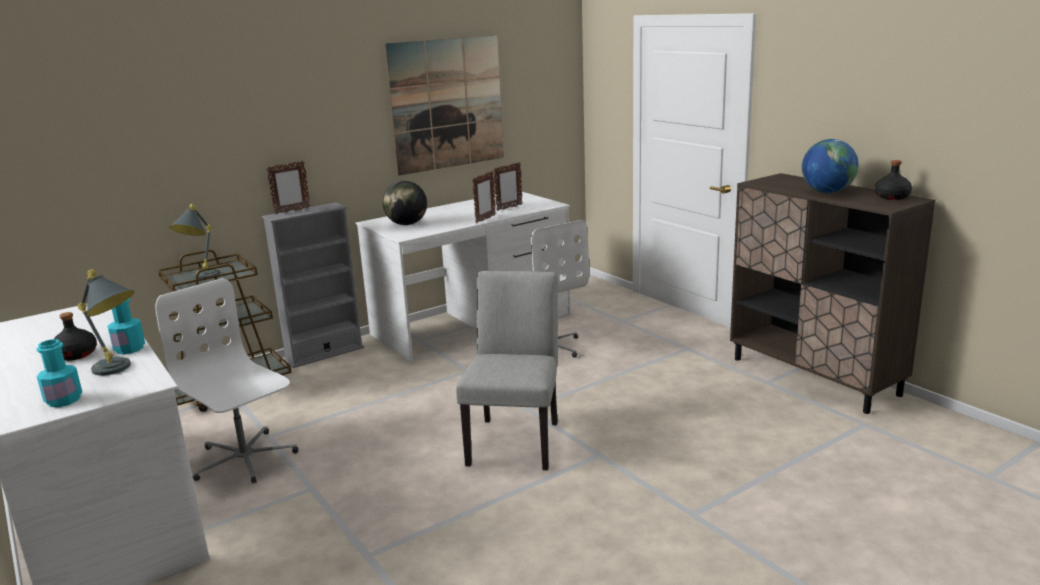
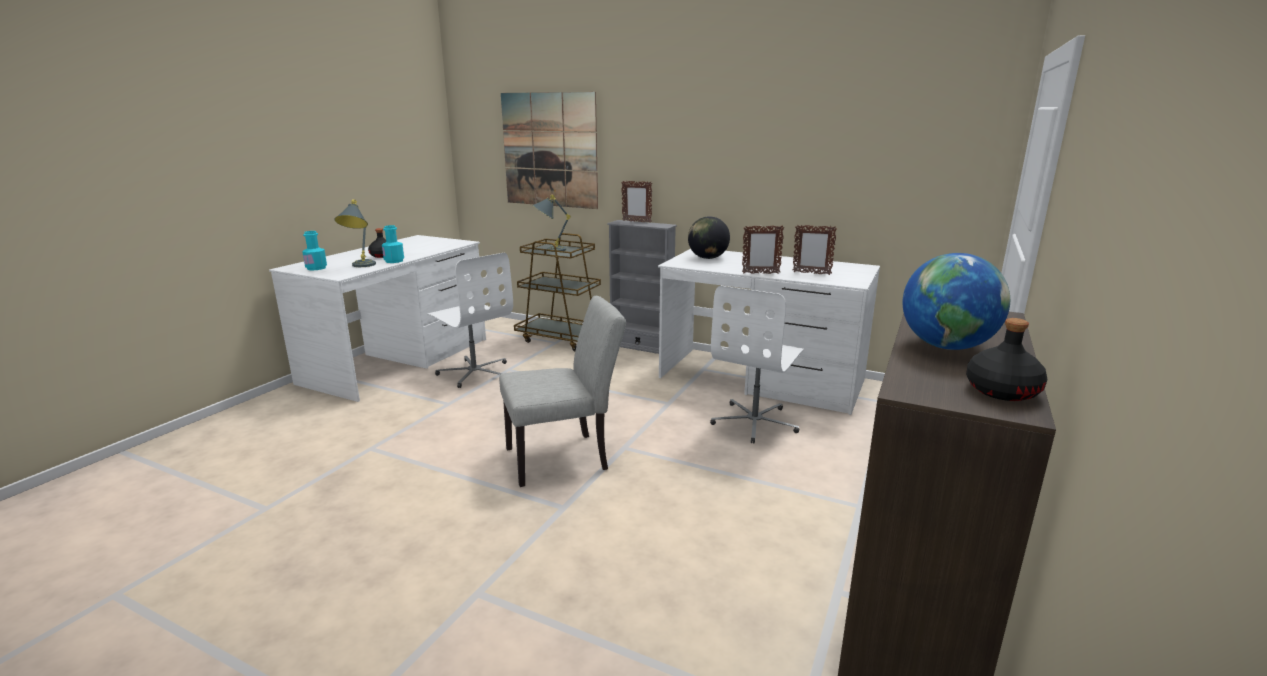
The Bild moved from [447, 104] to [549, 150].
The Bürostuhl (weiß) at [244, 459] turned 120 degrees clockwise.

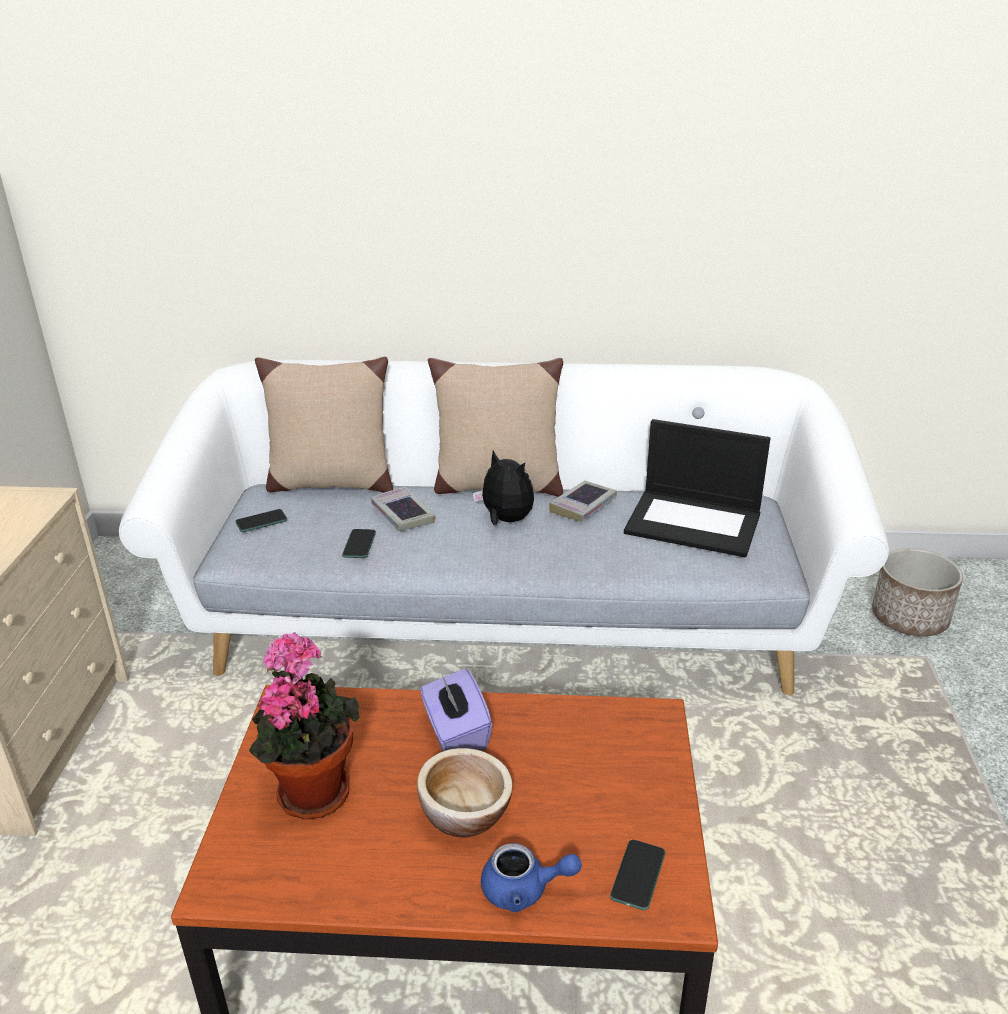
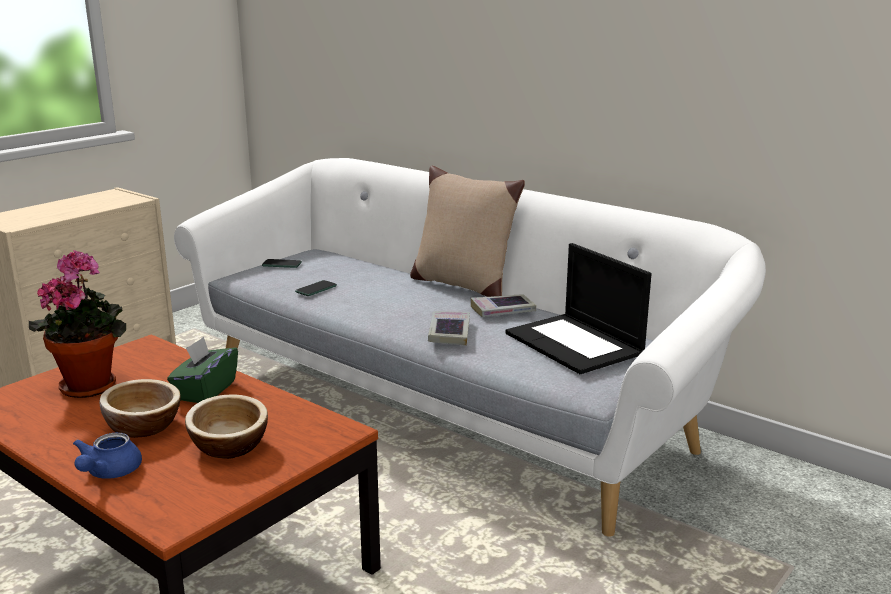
The Kissen (beige) at [330, 483] disappeared.
The Plüschtier at [505, 520] disappeared.
The Buch moved from [402, 514] to [449, 333].
The Pflanzkübel at [909, 618] disappeared.
The Taschentuchbox (lila) at [456, 733] became the Taschentuchbox (grün) at [205, 391].
The Handy at [638, 875] disappeared.
The Teekanne (blau) at [524, 890] turned 60 degrees clockwise.
The Schüssel at [229, 446] appeared.

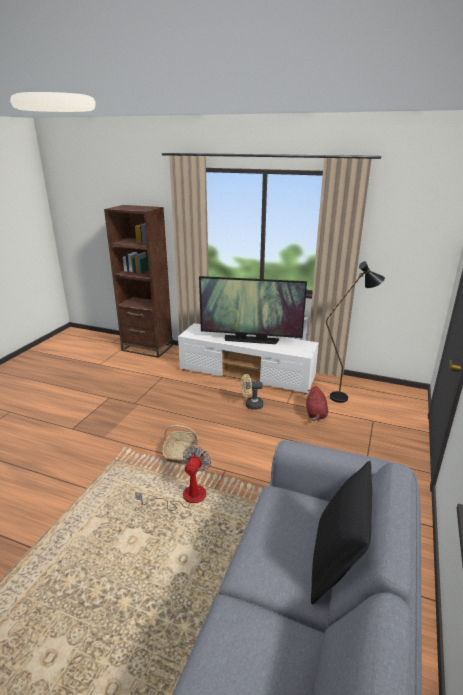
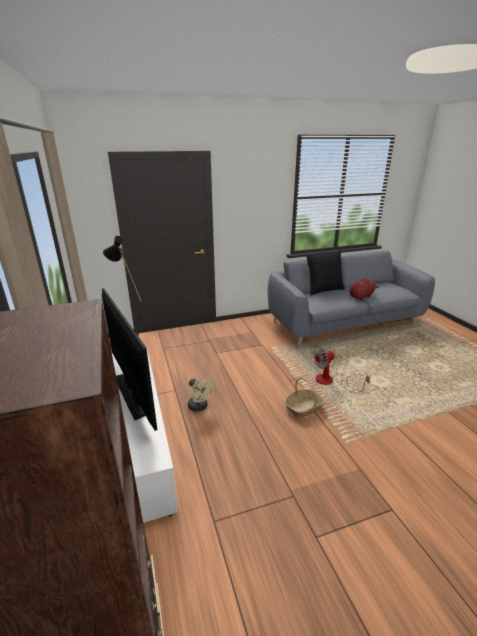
The Plüschtier (rot) moved from [316, 414] to [361, 296].

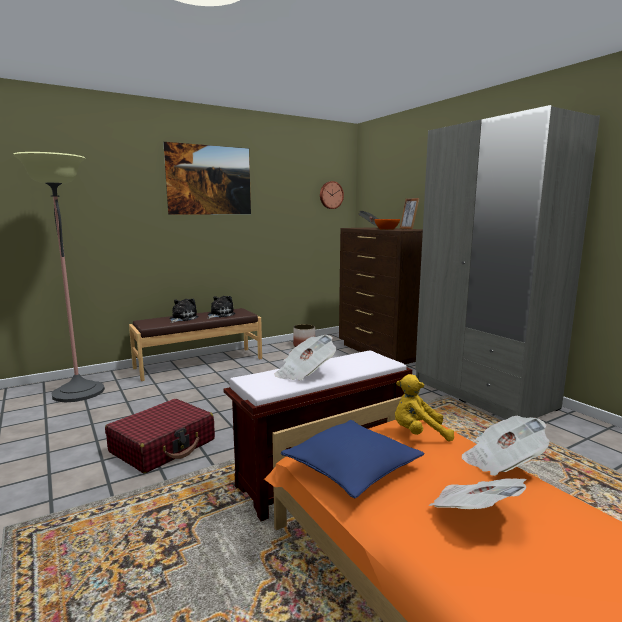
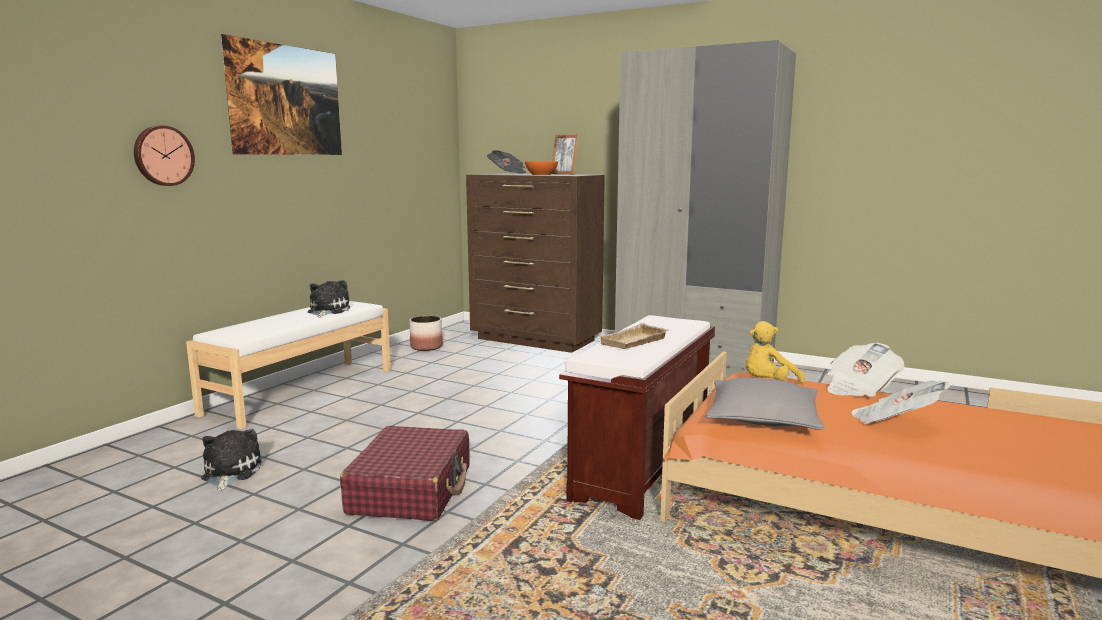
The Stehlampe at [78, 392] disappeared.
The Wanduhr moved from [331, 195] to [163, 156].
The Plüschtier moved from [182, 318] to [230, 473].
The Bank (braun) at [199, 363] became the Bank (weiß) at [301, 391].
The Zeitung at [304, 373] was replaced by the Tablett (beige) at [635, 342].
The Kissen (blau) at [352, 468] became the Kissen (grau) at [763, 418].

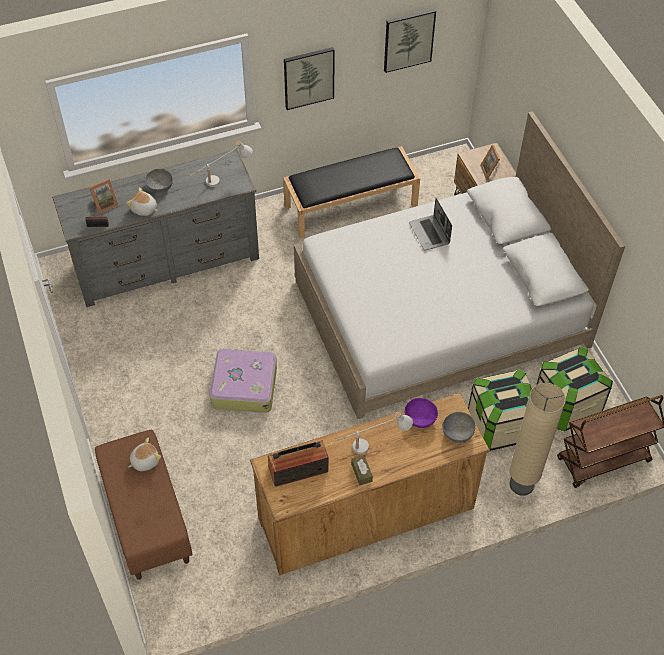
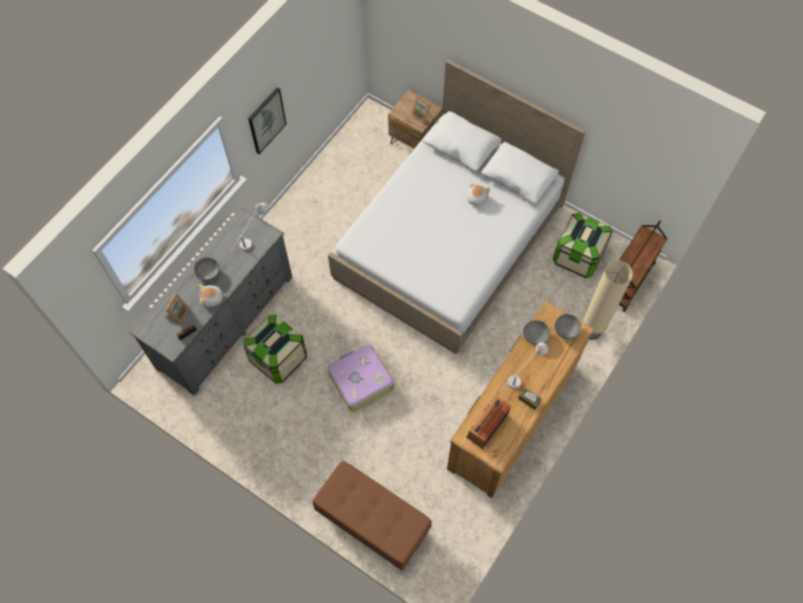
The Bild at [408, 40] disappeared.
The Bank (schwarz) at [351, 205] disappeared.
The Laptop at [430, 234] disappeared.
The Aufbewahrungsbox moved from [500, 425] to [278, 358].
The Schüssel (lila) at [420, 418] became the Schüssel (grau) at [535, 336].
The Plüschtier moved from [144, 461] to [476, 199].

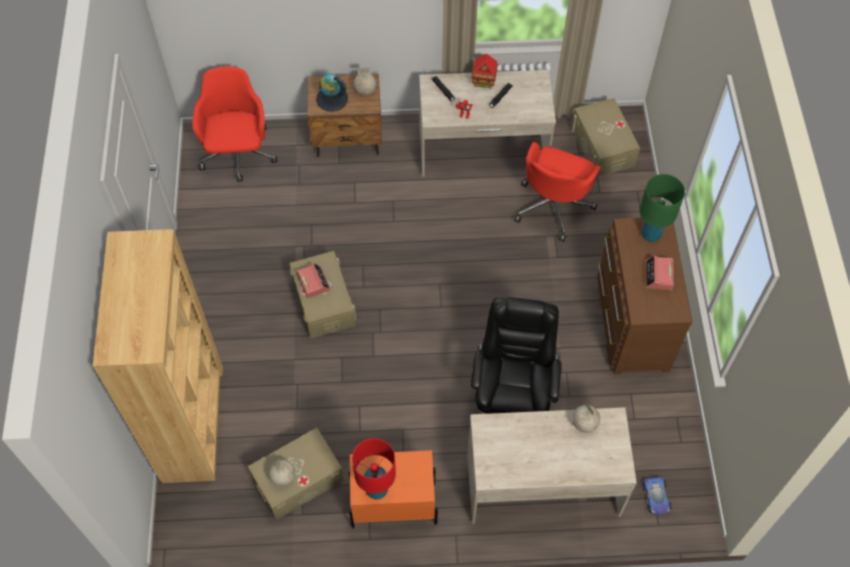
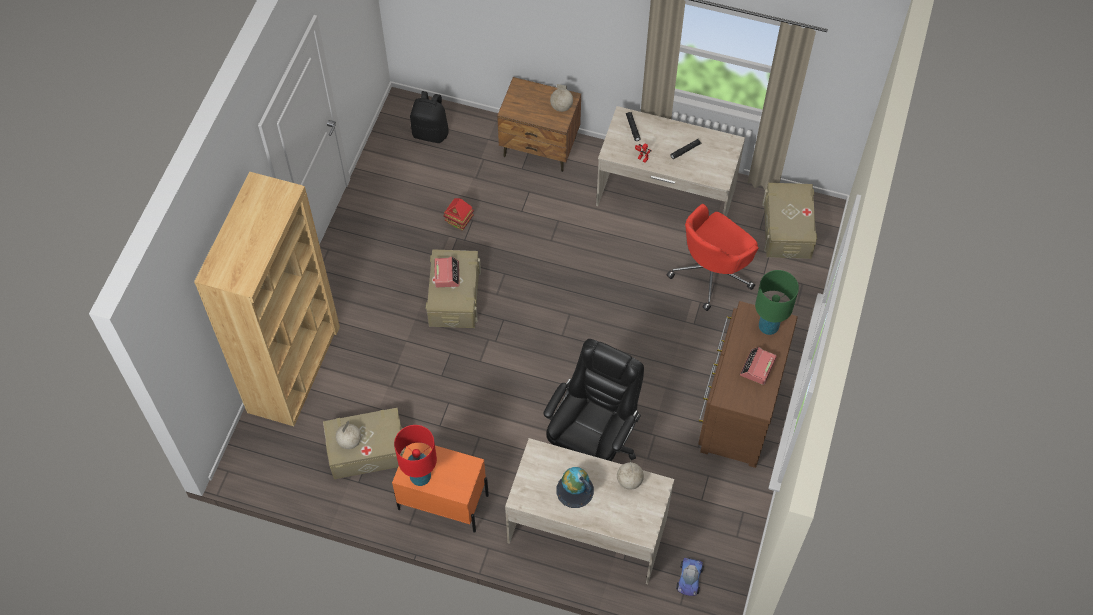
The Spielzeughaus moved from [484, 81] to [459, 221].
The Bürostuhl (rot) at [238, 155] was replaced by the Rucksack (schwarz) at [431, 132].
The Globus moved from [332, 99] to [574, 490].

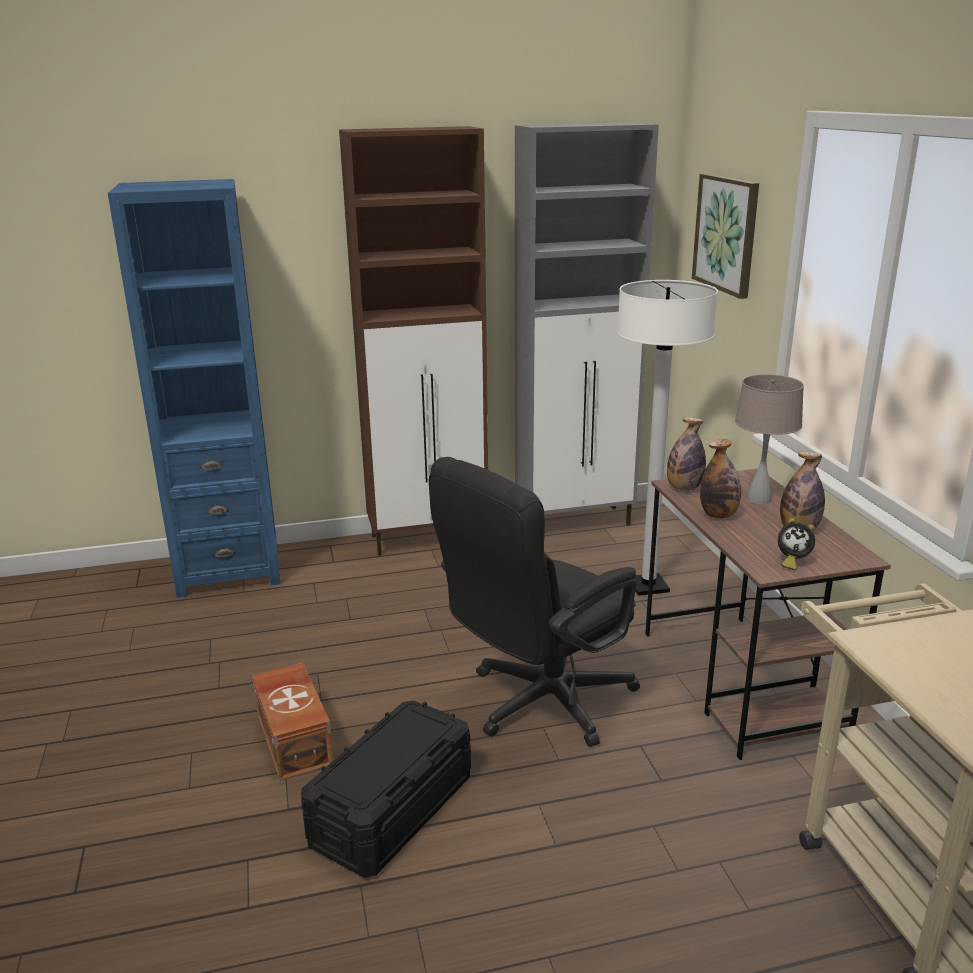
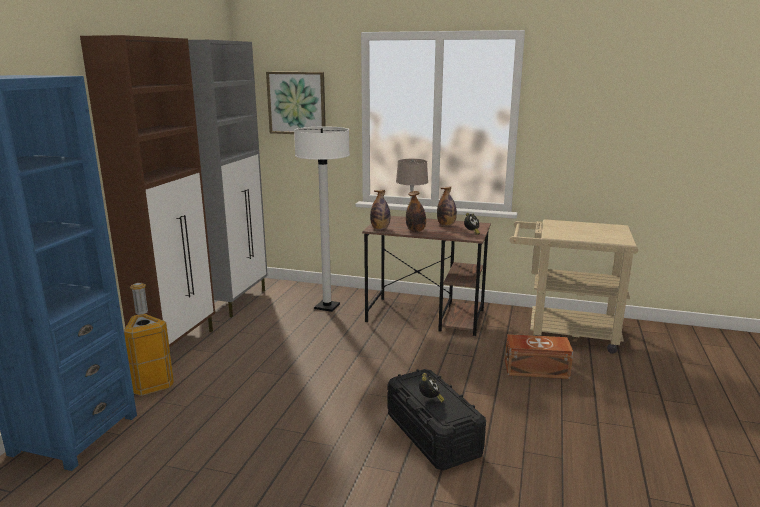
The Bürostuhl (schwarz) at [538, 704] disappeared.
The Aufbewahrungsbox (braun) moved from [295, 739] to [535, 368].
The Mülleimer at [152, 385] appeared.
The Wecker at [430, 400] appeared.

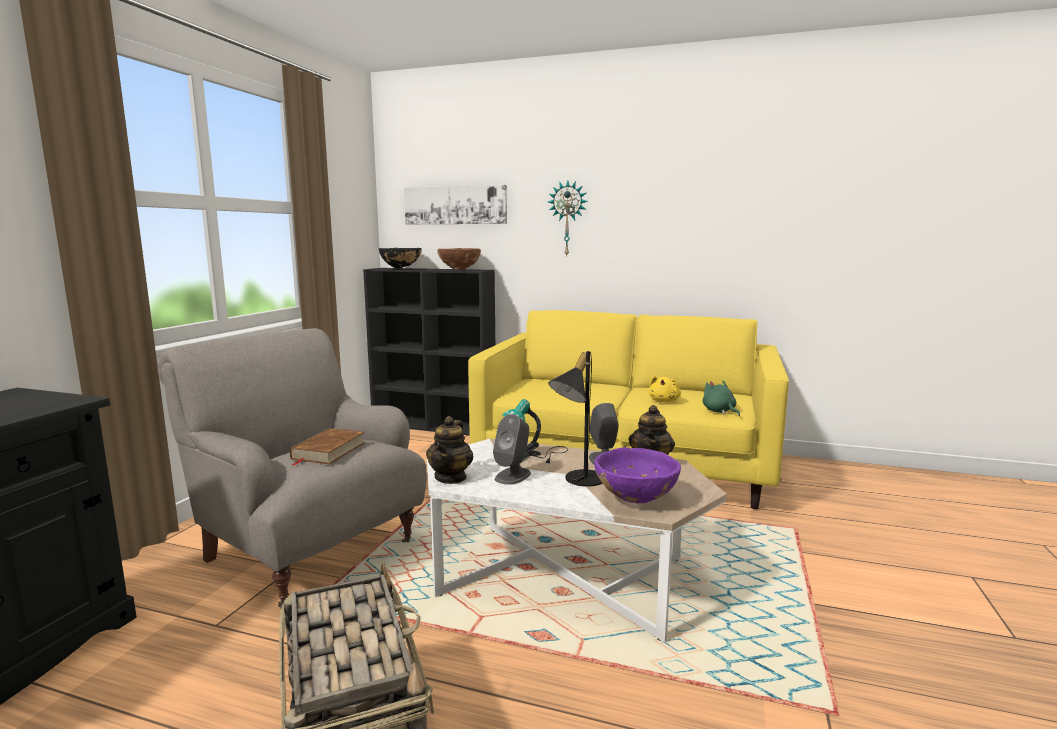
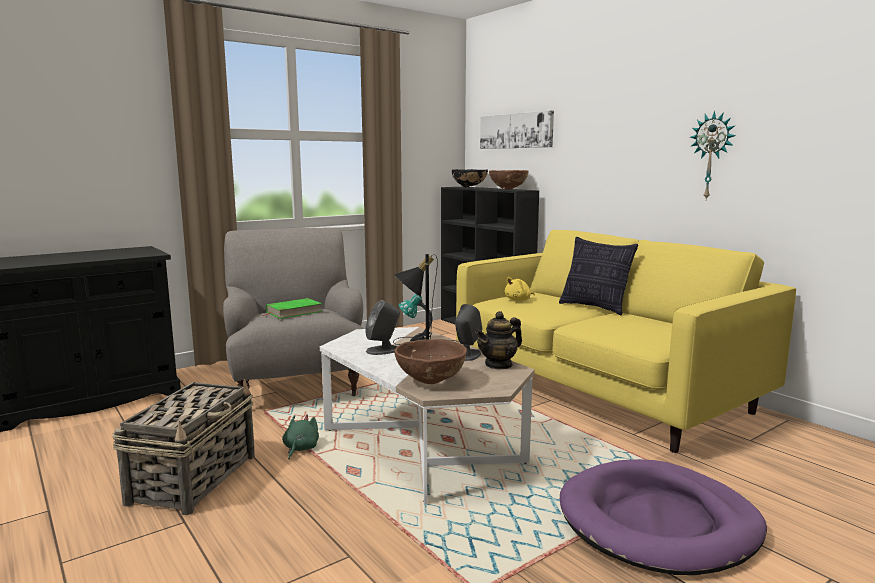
The Wanduhr moved from [568, 218] to [712, 156].
The Plüschtier (gelb) moved from [664, 401] to [519, 300].
The Plüschtier (grün) moved from [719, 411] to [300, 449].
The Teekanne at [451, 477] disappeared.
The Buch (braun) at [328, 451] became the Buch (grün) at [294, 312].
The Schüssel (lila) at [635, 500] became the Schüssel (braun) at [431, 382].
The Kissen at [595, 308] appeared.
The Hundebett (lila) at [658, 522] appeared.

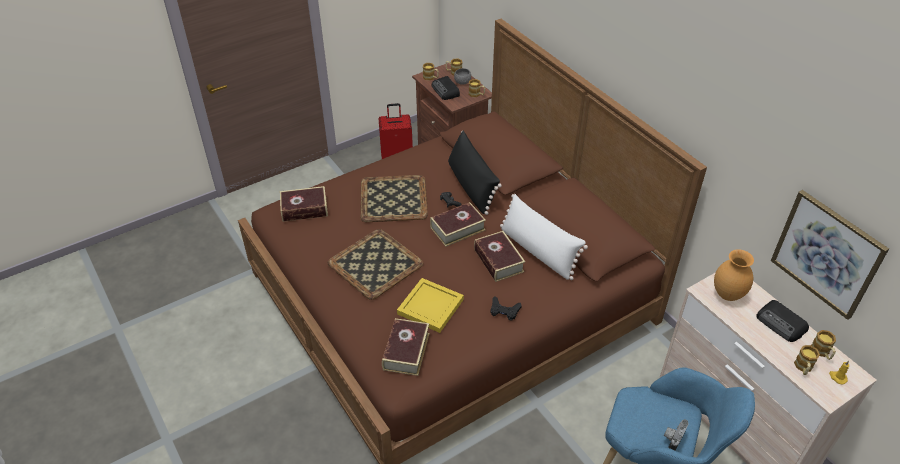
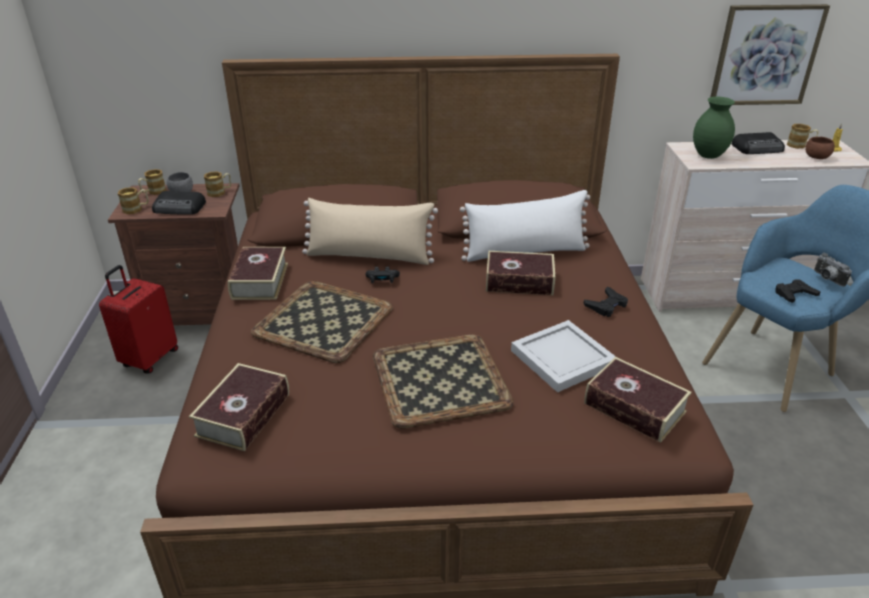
The Kissen (schwarz) at [471, 186] became the Kissen (beige) at [369, 256].
The Buch moved from [457, 229] to [260, 281].
The Vase (braun) at [727, 295] became the Vase (grün) at [708, 156].
The Tablett (gelb) at [431, 306] became the Tablett (weiß) at [562, 357].
The Henkelbecher at [803, 368] was replaced by the Schüssel (braun) at [816, 157].
The Gamepad (schwarz) at [794, 294] appeared.

